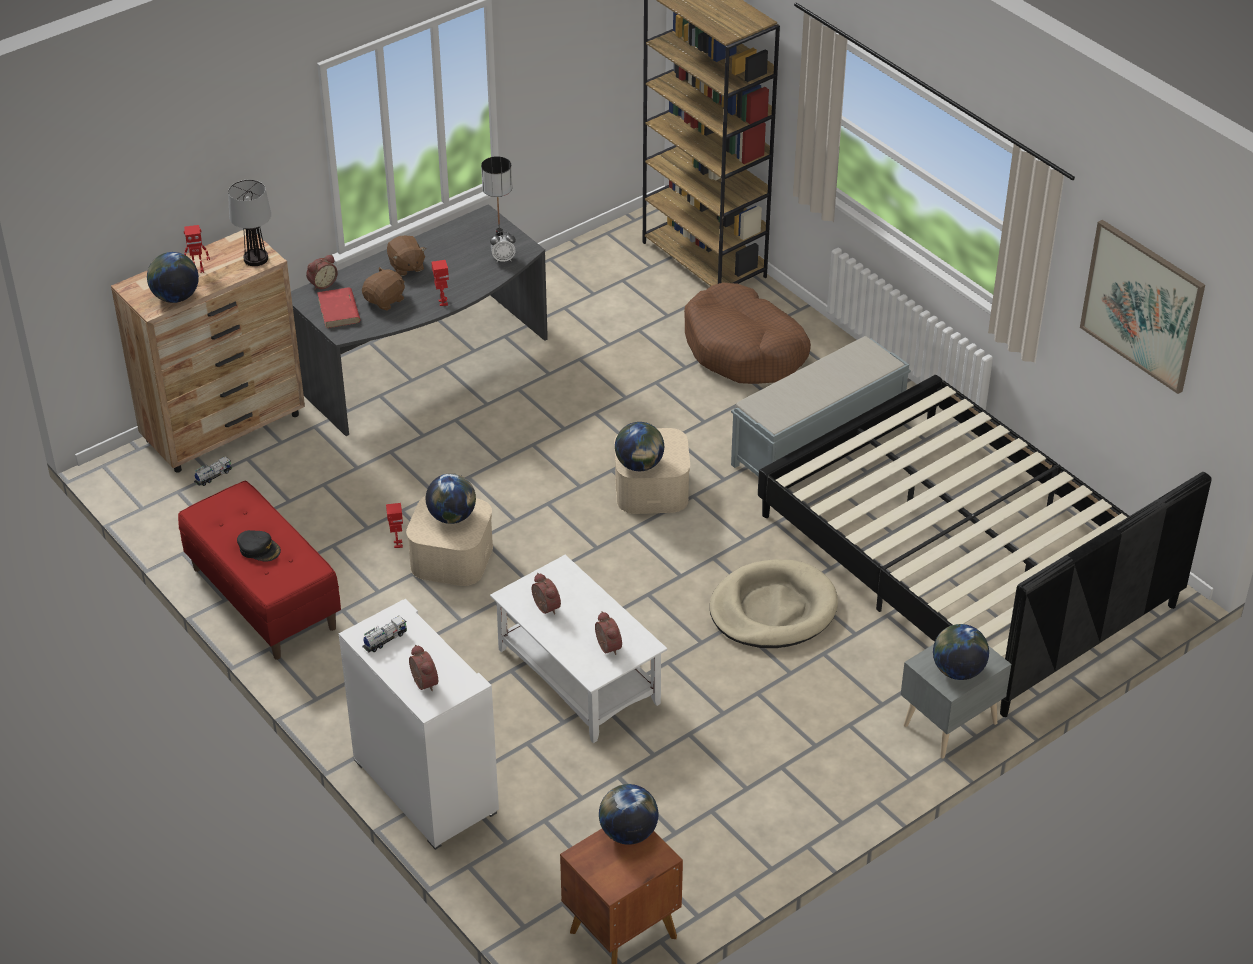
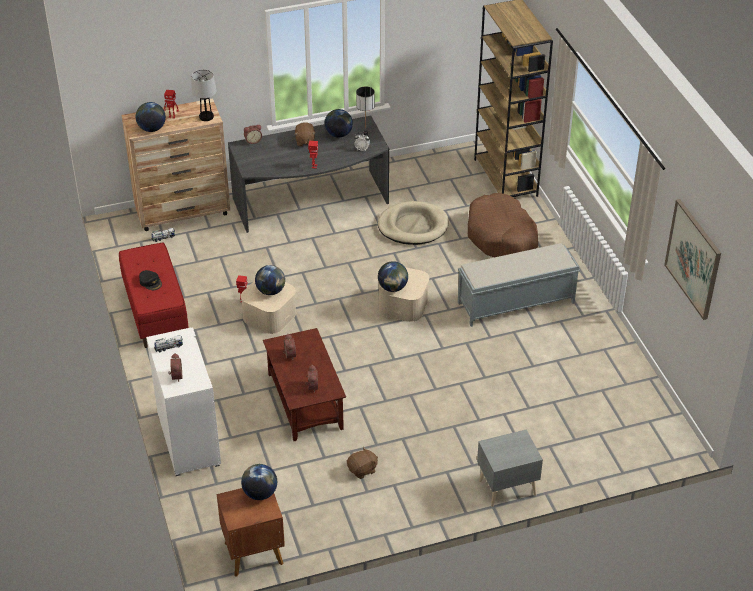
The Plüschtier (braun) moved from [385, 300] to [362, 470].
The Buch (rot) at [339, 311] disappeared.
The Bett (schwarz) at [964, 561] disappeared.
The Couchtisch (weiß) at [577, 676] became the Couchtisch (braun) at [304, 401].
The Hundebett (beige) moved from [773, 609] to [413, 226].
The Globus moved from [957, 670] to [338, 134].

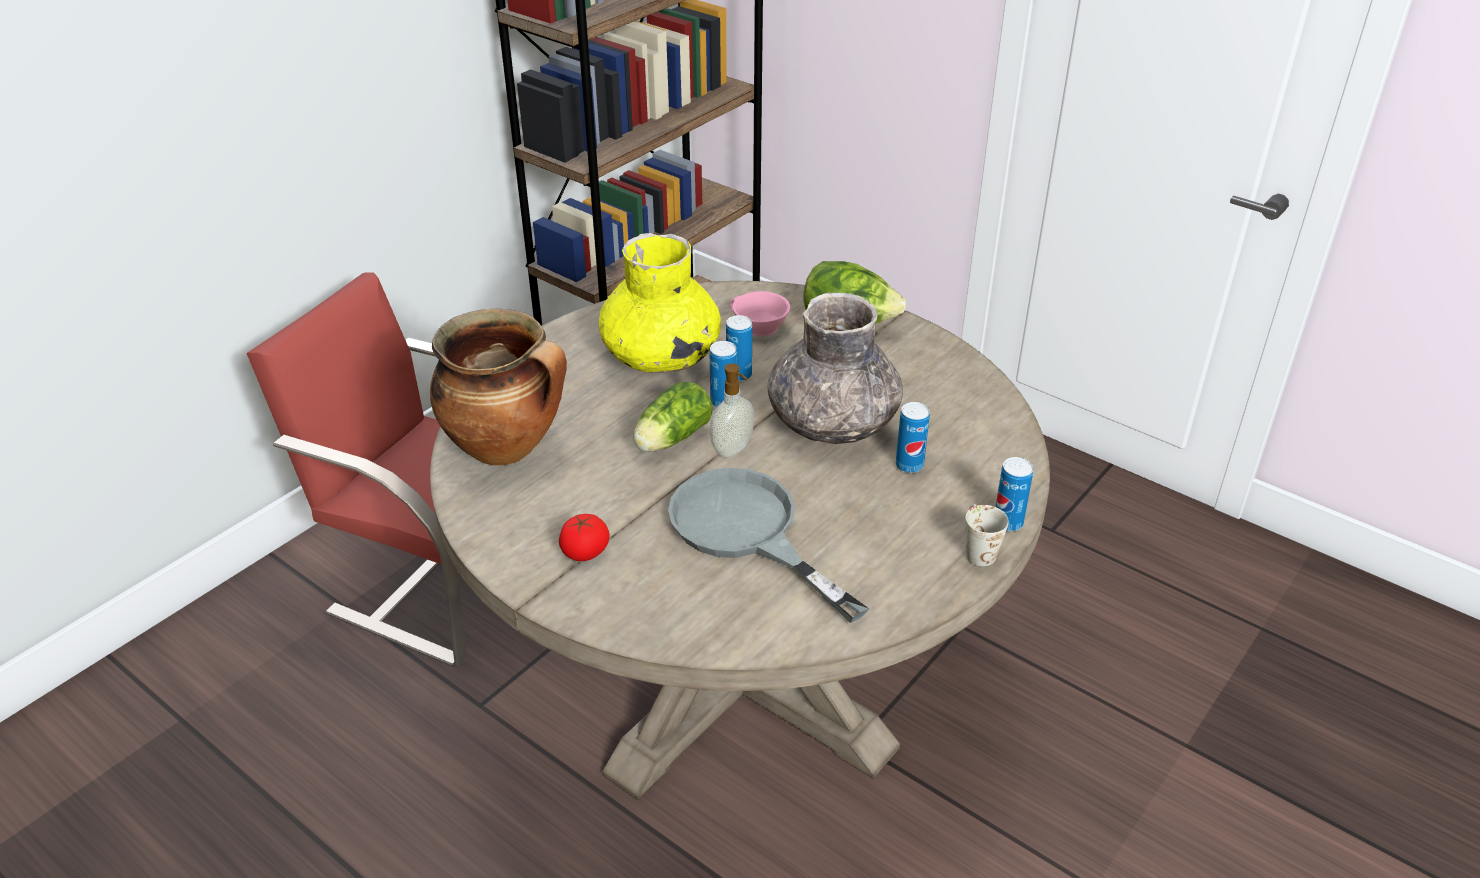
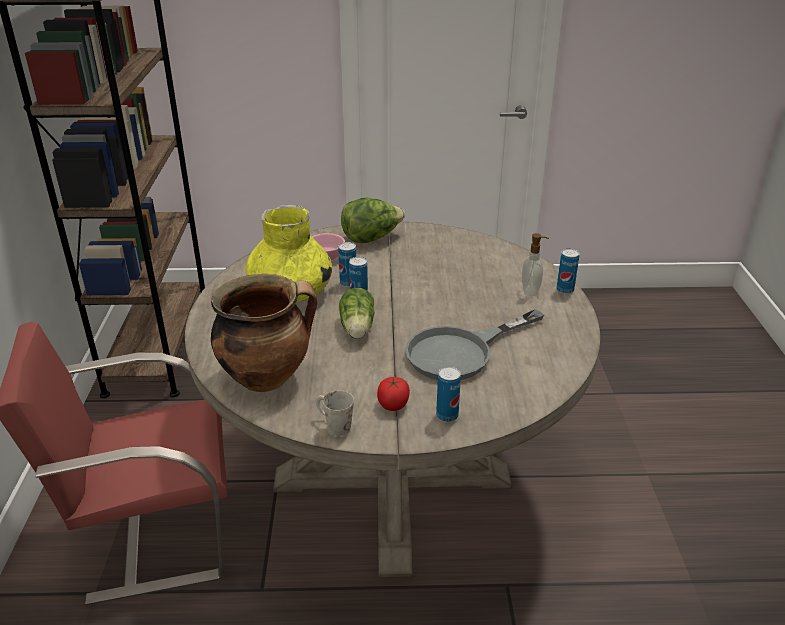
The Vase (grau) at [832, 424] disappeared.
The Seifenspender moved from [733, 449] to [531, 291].
The Dose moved from [909, 465] to [447, 415].
The Pfanne (grau) at [747, 532] turned 45 degrees counterclockwise.
The Henkelbecher (weiß) moved from [976, 549] to [333, 425].

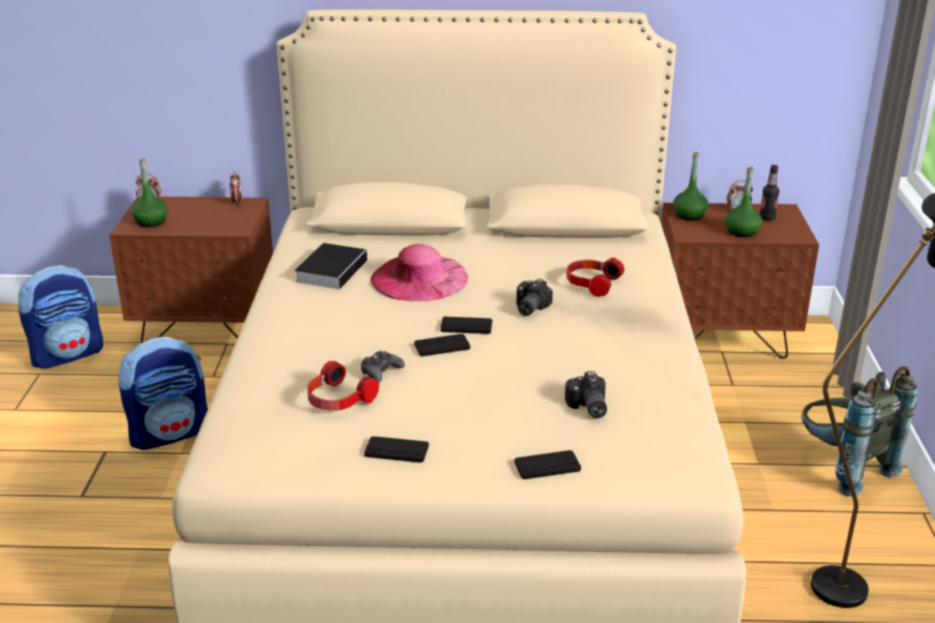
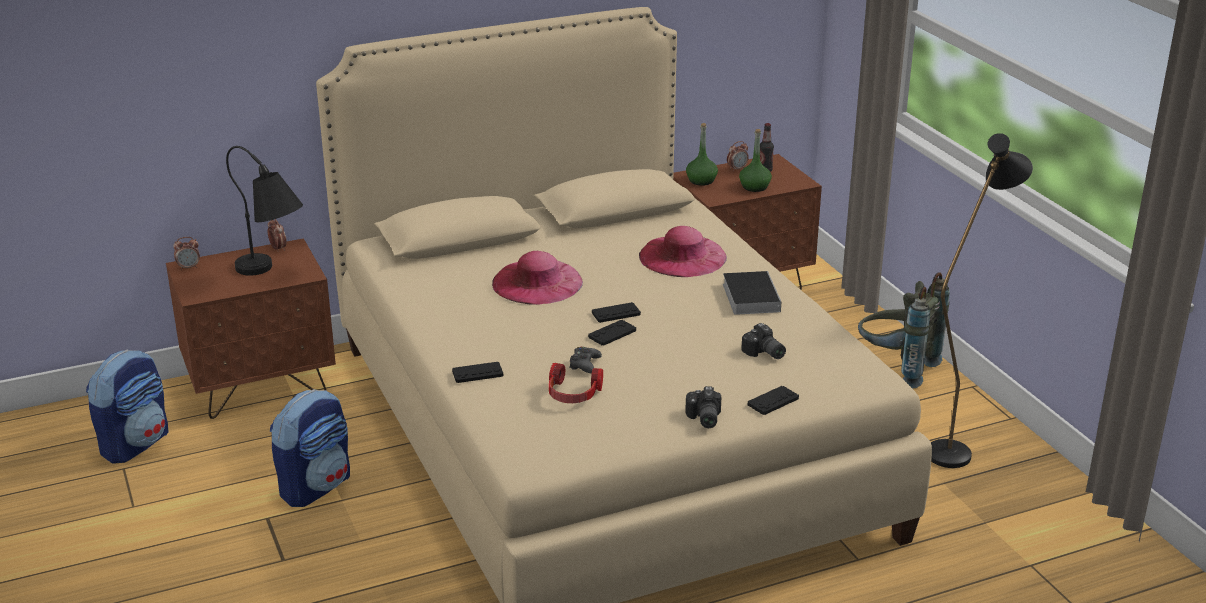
The Flasche (grün) at [151, 222] disappeared.
The Buch moved from [332, 270] to [750, 296].
The Kopfhörer at [591, 284] was replaced by the Hut (rosa) at [682, 256].
The Kamera moved from [528, 308] to [703, 418].
The Gamepad (schwarz) moved from [396, 451] to [477, 373].
The Tischlampe (schwarz) at [272, 273] appeared.

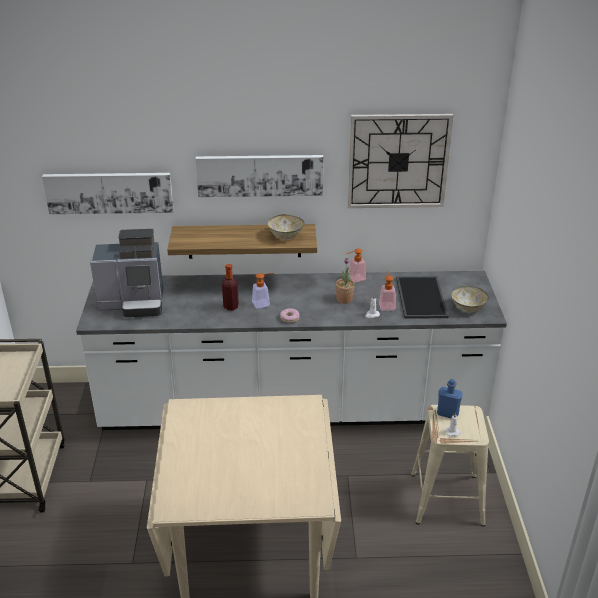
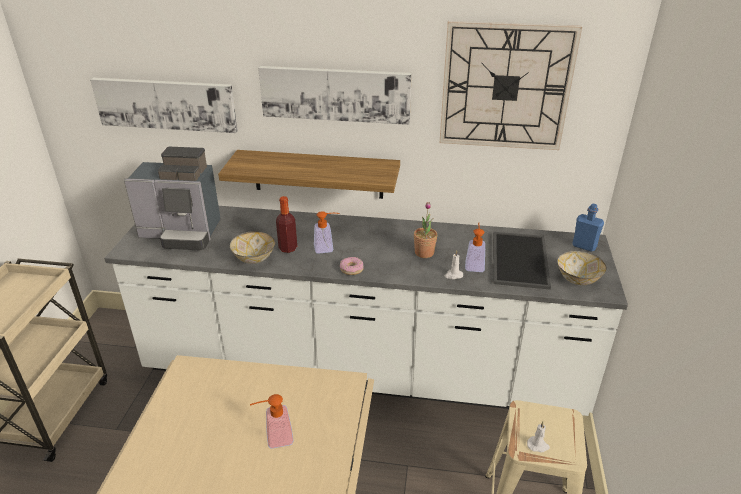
The Schüssel moved from [286, 236] to [254, 258].
The Seifenspender moved from [354, 279] to [274, 439].
The Flasche (blau) moved from [447, 414] to [584, 246].

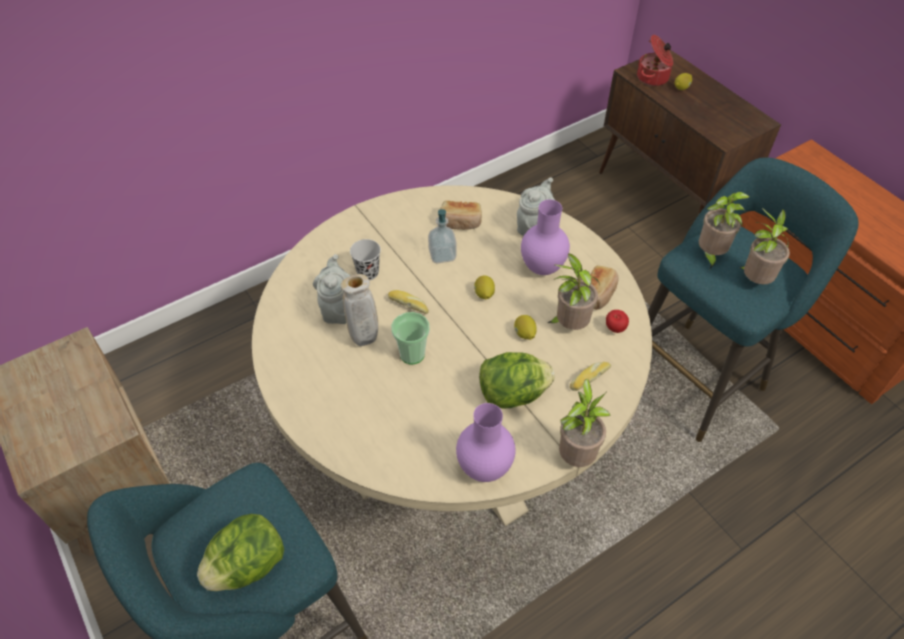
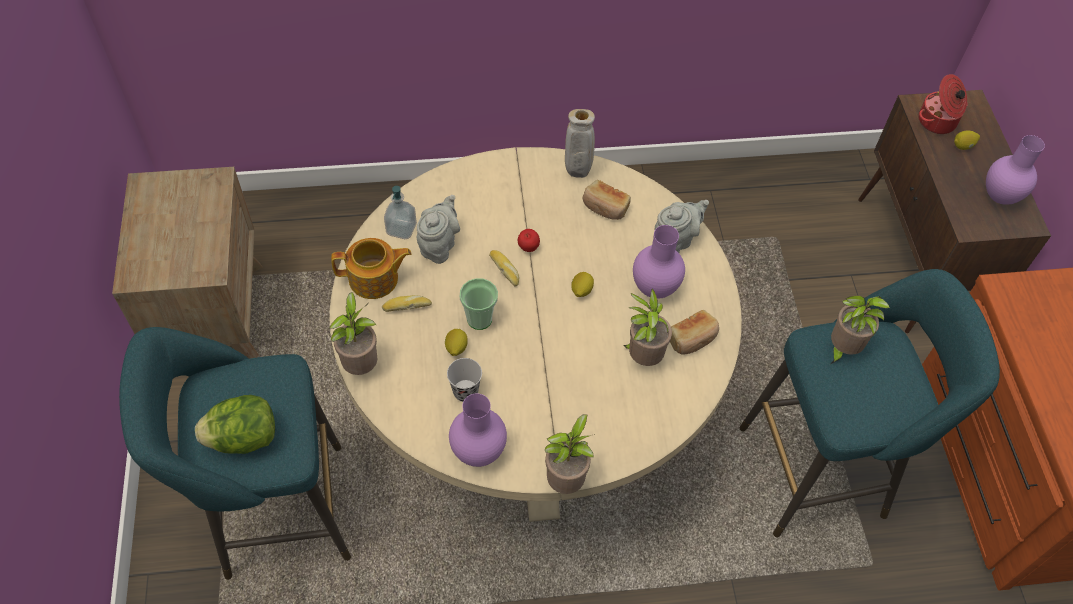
The Topfpflanze moved from [753, 280] to [361, 364].
The Seifenspender moved from [442, 255] to [401, 229].
The Tasse (schwarz) moved from [368, 273] to [465, 391].
The Vase (beige) moved from [365, 341] to [577, 174].
The Apfel moved from [614, 329] to [528, 248].
The Zitrone moved from [524, 334] to [456, 348].
The Salatkopf at [512, 394] disappeared.
The Brot moved from [589, 378] to [407, 306].
The Vase (lila) at [1000, 196] appeared.
The Teekanne at [374, 279] appeared.

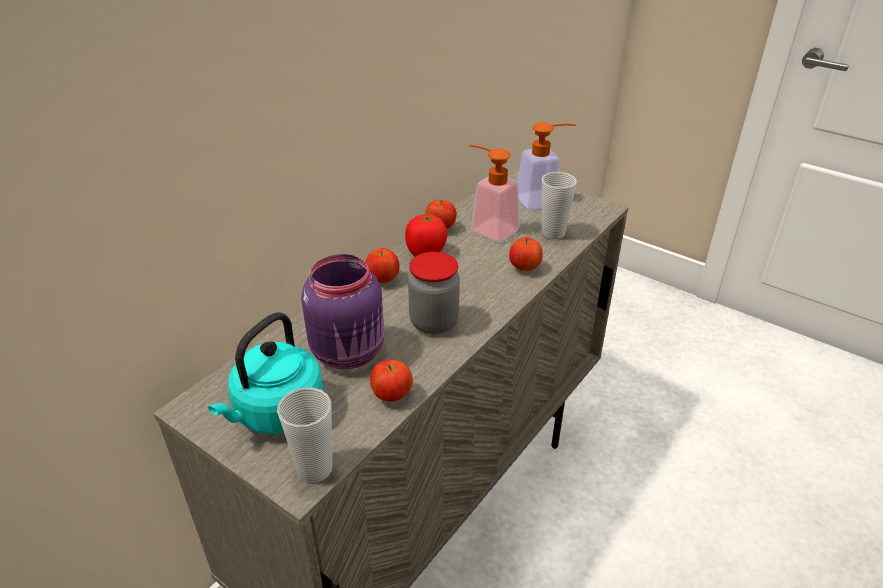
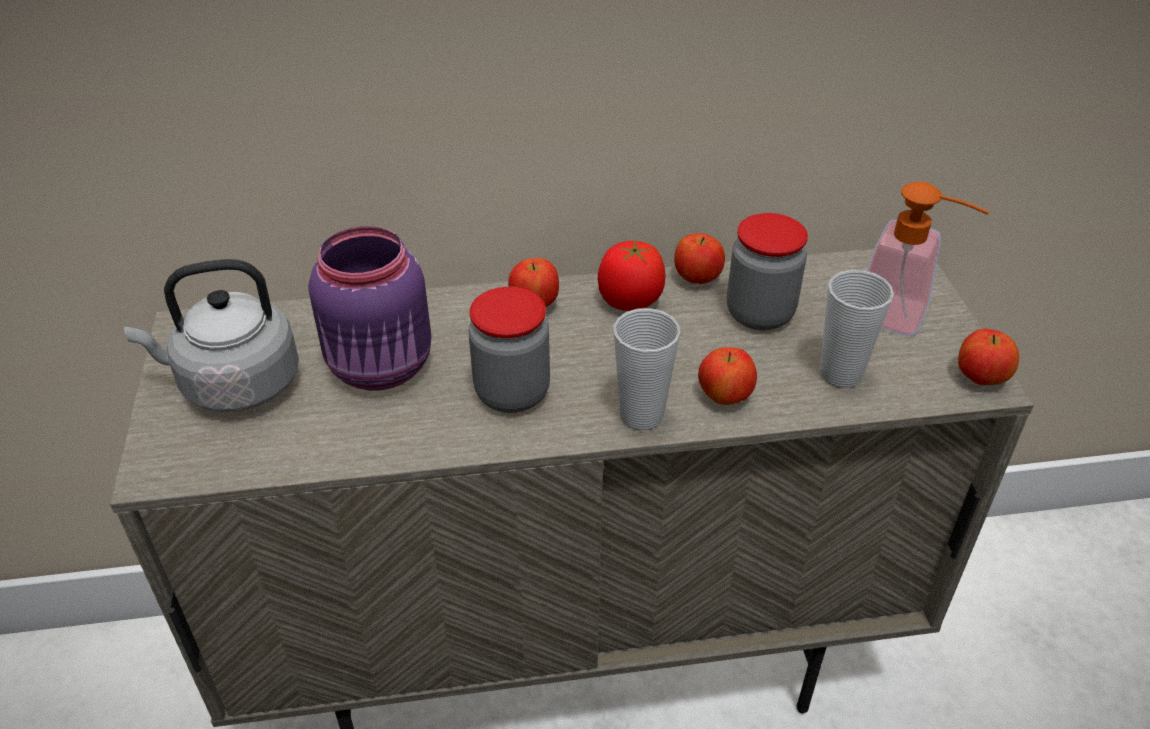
The Seifenspender at [488, 228] was replaced by the Vorratsglas at [759, 314].
The Wasserkessel (türkis) at [276, 413] became the Wasserkessel (grau) at [234, 384].
The Apfel moved from [392, 395] to [980, 379].
The Tasse moved from [314, 469] to [641, 415].

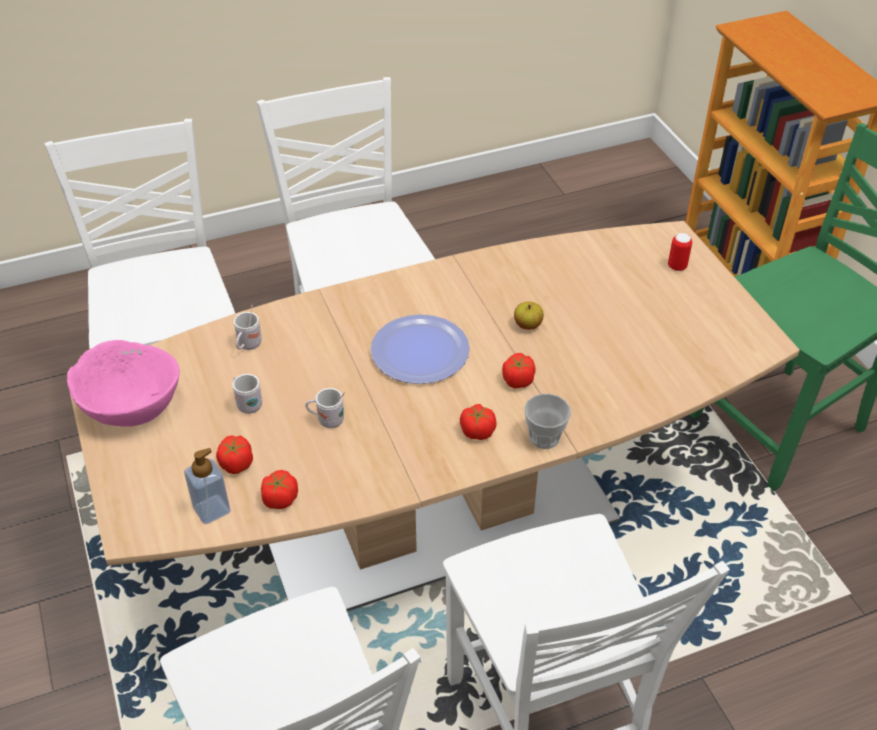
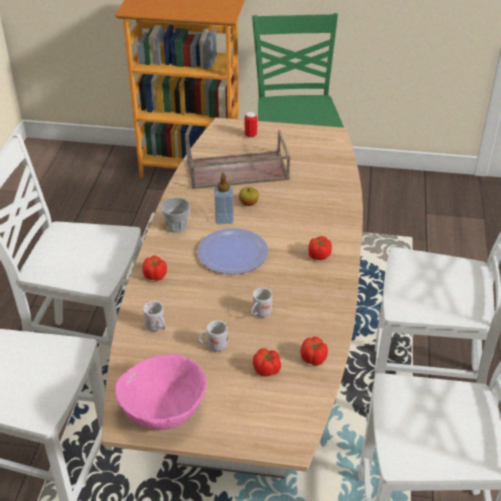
The Tomate moved from [517, 380] to [155, 276].
The Tasse moved from [544, 437] to [177, 226].
The Seifenspender moved from [212, 509] to [224, 219].
The Tablett (braun) at [236, 171] appeared.

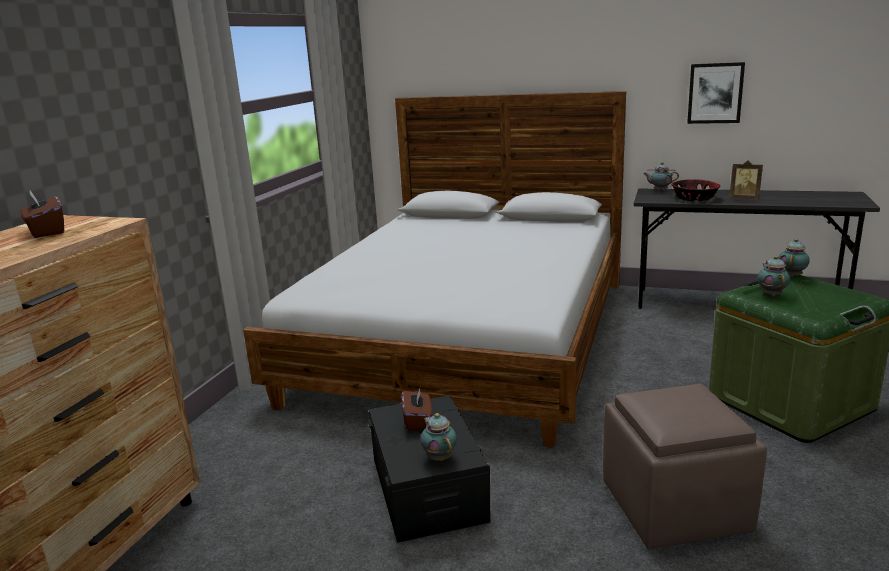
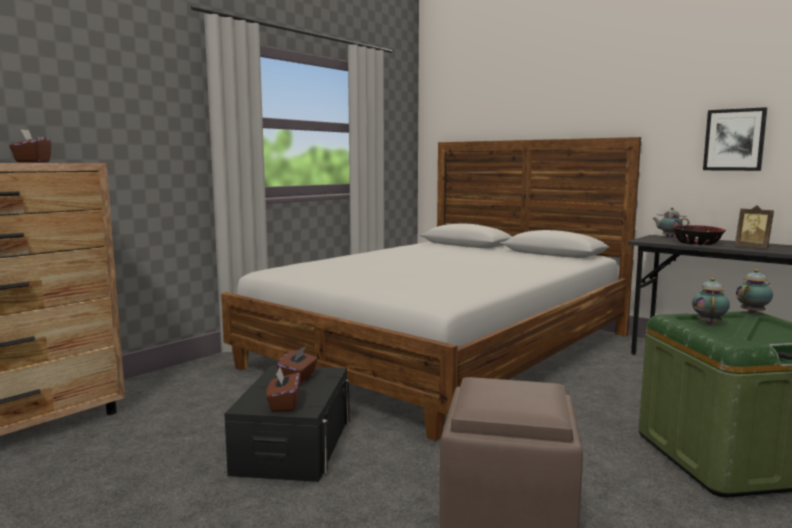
The Teekanne at [439, 457] was replaced by the Taschentuchbox (braun) at [284, 404].

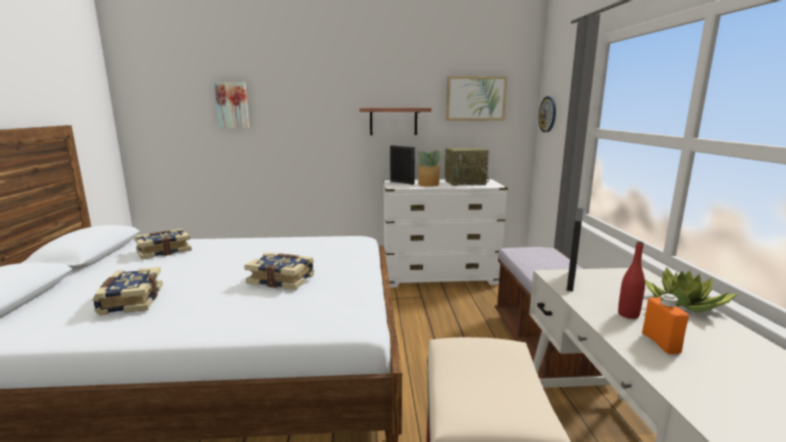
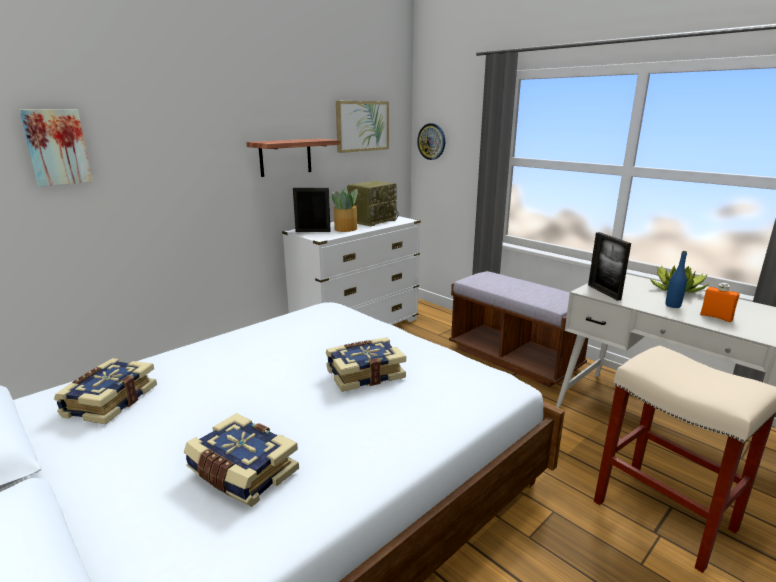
The Flasche (rot) at [628, 314] became the Flasche (blau) at [672, 305].

